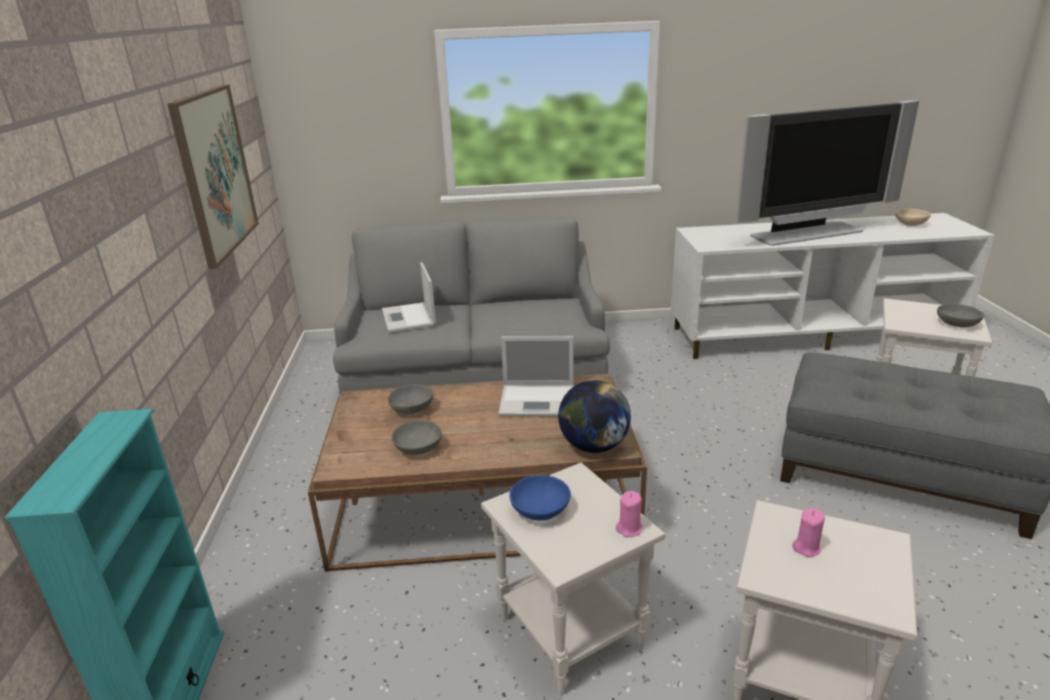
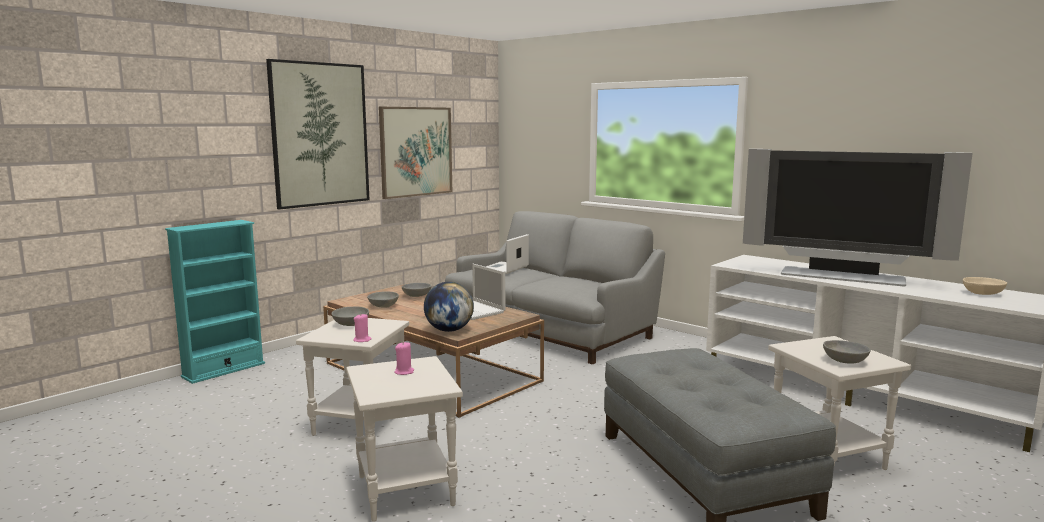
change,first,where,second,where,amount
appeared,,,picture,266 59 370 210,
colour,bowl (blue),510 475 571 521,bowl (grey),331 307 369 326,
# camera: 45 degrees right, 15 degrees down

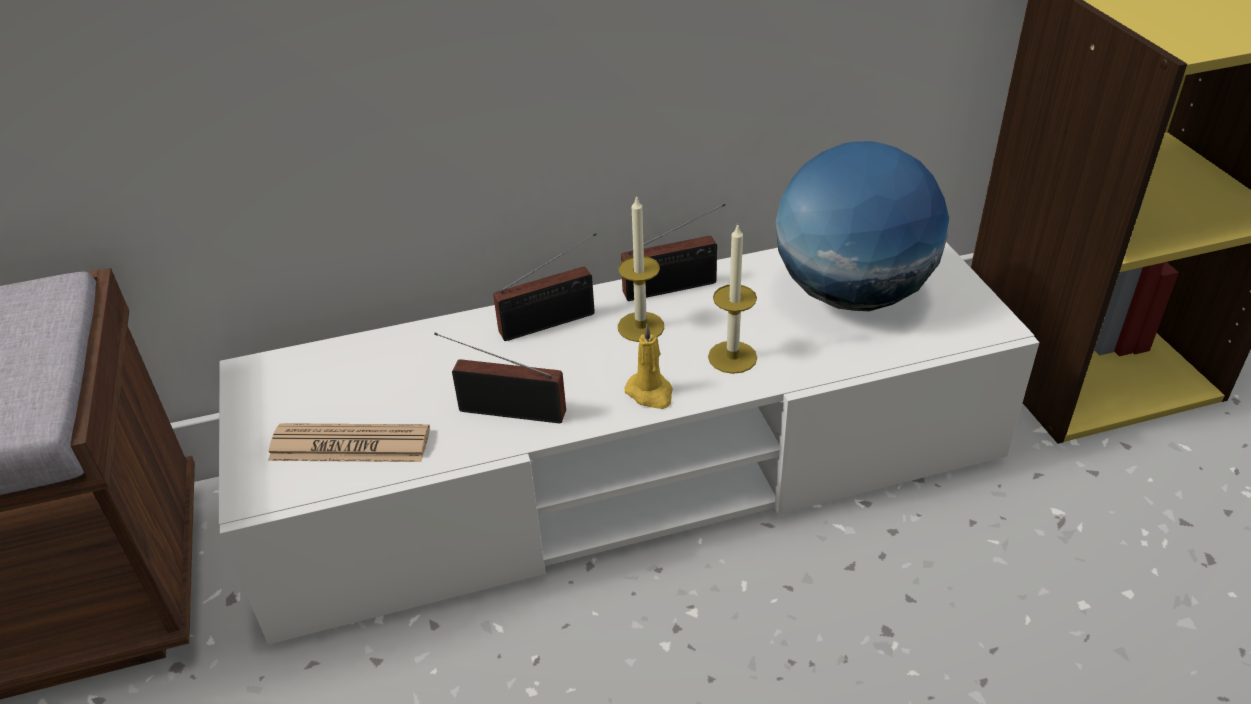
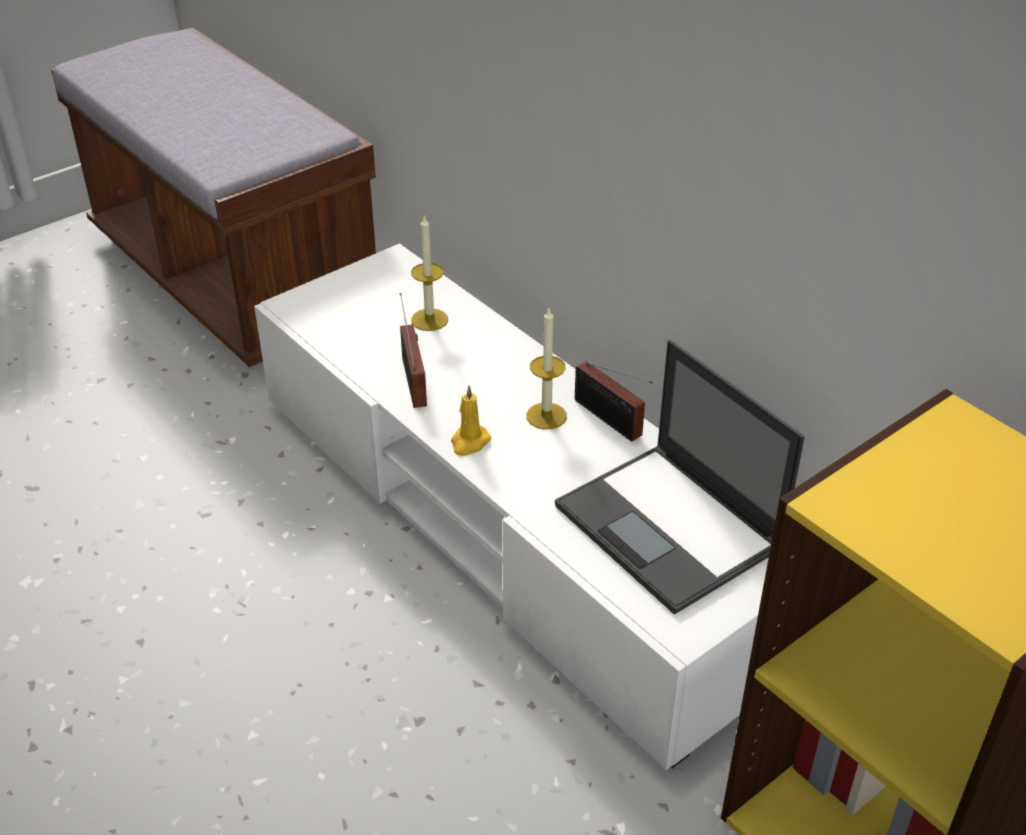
change,first,where,second,where,amount
relocated,candle,708 224 757 374,,411 215 448 331,
exchanged,globe,776 141 949 311,laptop,555 340 805 615,
missing,newspaper,268 423 430 462,,,
missing,radio,493 233 597 341,,,
# camera: 65 degrees right, 0 degrees up

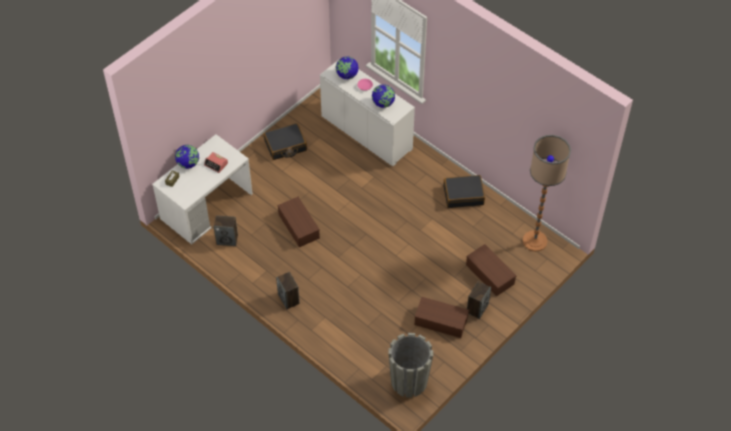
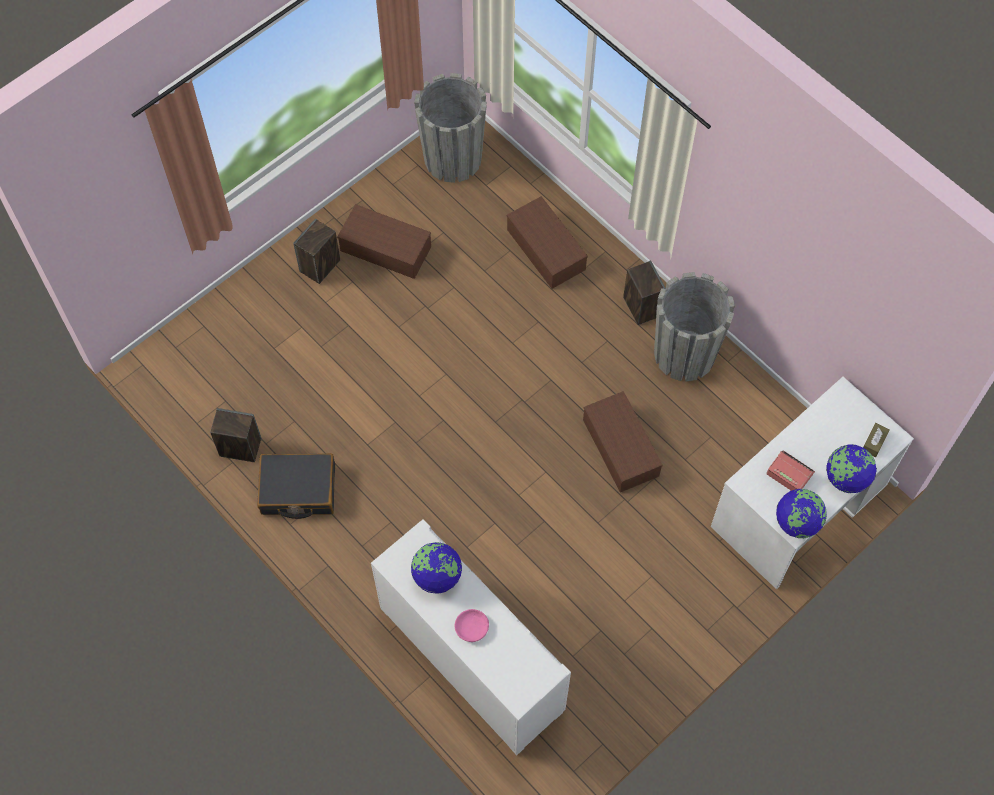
change,first,where,second,where,amount
relocated,speaker,214 215 238 246,,210 408 262 462,
relocated,storage box (brown),466 244 516 296,,507 196 588 289,
appeared,,,planter (grey),654 272 735 381,
relocated,globe,336 56 358 79,,776 489 827 538,
missing,suitcase (black),263 123 307 160,,,
missing,floor lamp,523 135 571 251,,,
# camera: 175 degrees left, 10 degrees up

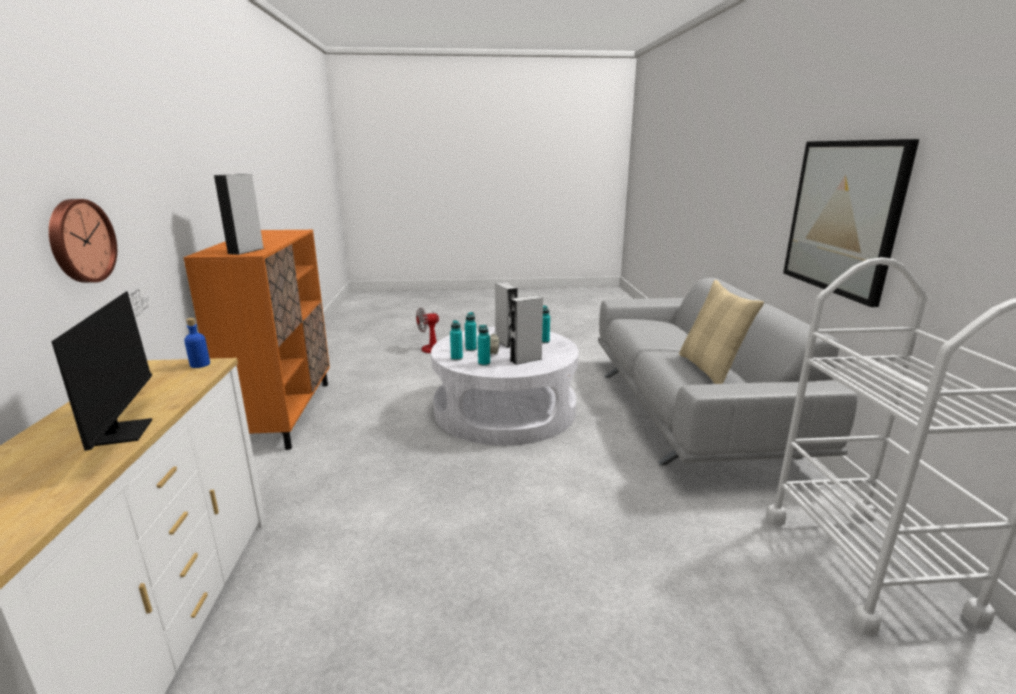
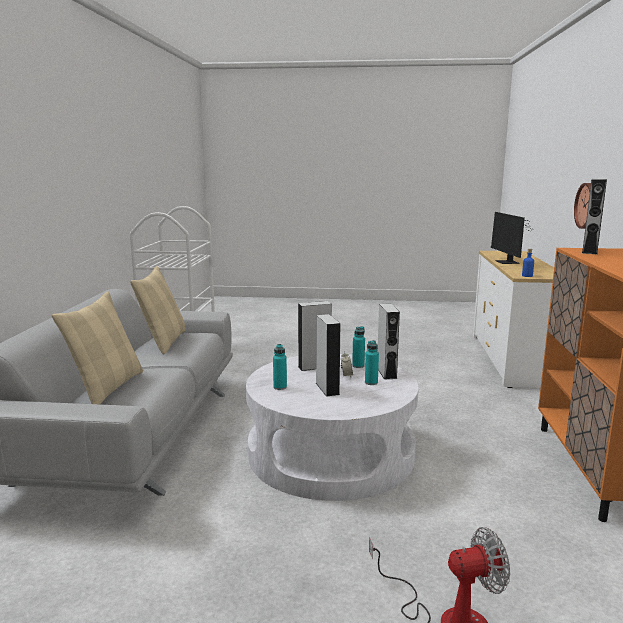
change,first,where,second,where,amount
appeared,,,pillow (beige),52 291 143 404,
exchanged,bottle (turquoise),450 320 463 361,speaker (grey),378 304 400 379,
missing,picture,783 139 919 307,,,
# camera: 170 degrees left, 5 degrees down

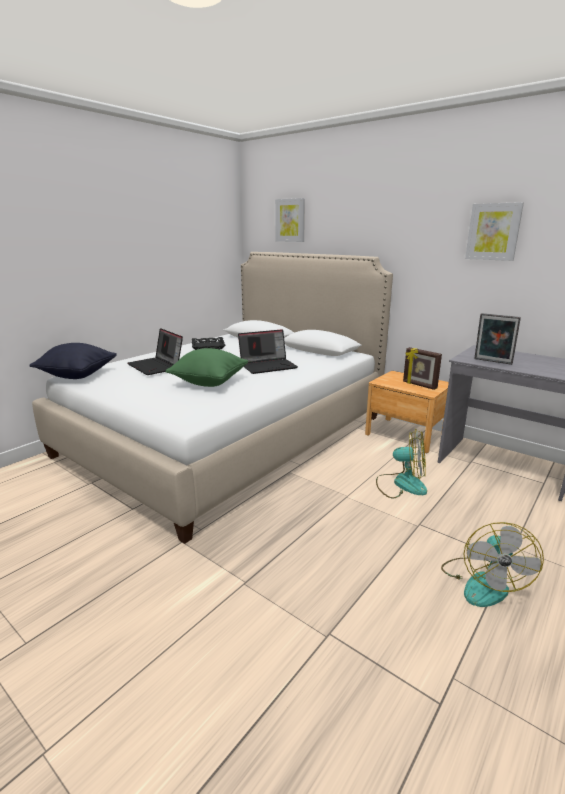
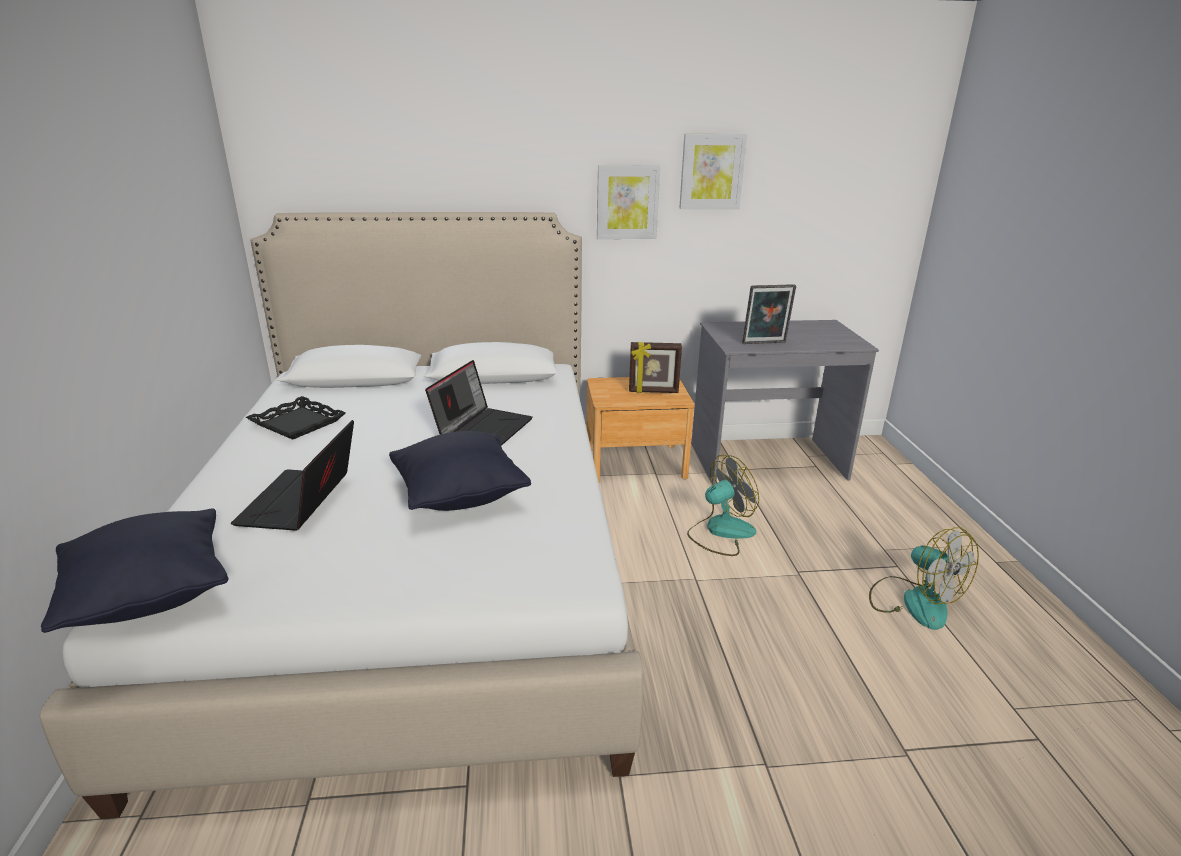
change,first,where,second,where,amount
spun,laptop,127 328 183 375,,231 420 354 531,90 degrees clockwise
colour,pillow (green),166 348 248 387,pillow (black),389 431 531 511,
relocated,picture,275 198 305 242,,597 165 660 239,
# camera: 45 degrees left, 5 degrees up

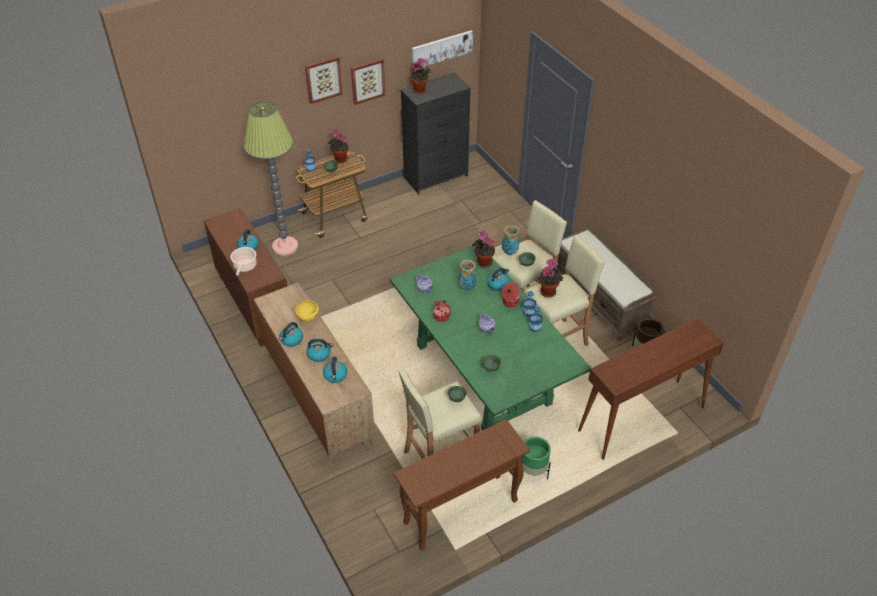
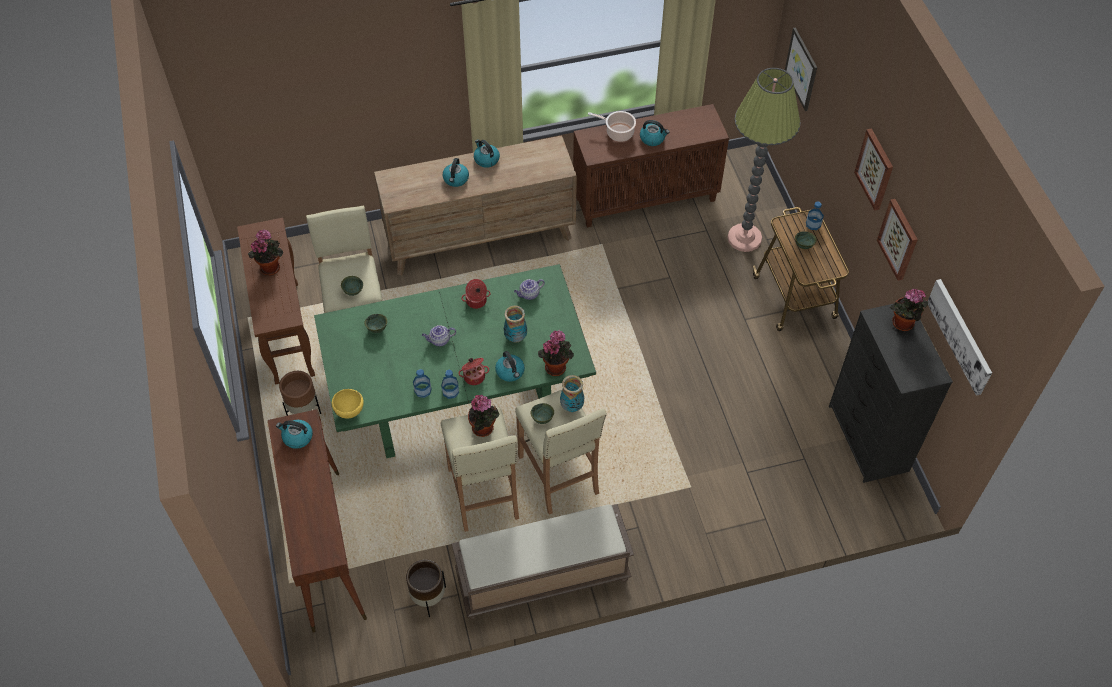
change,first,where,second,where,amount
relocated,potted plant,328 129 349 163,,248 229 283 276,
relocated,kettle,323 357 347 383,,276 420 313 449,
colour,planter (green),521 437 551 479,planter (brown),279 371 321 416,
relocated,bowl (yellow),295 300 319 322,,331 389 364 419,
appeared,,,picture,785 27 817 111,
# camera: 105 degrees right, 10 degrees up

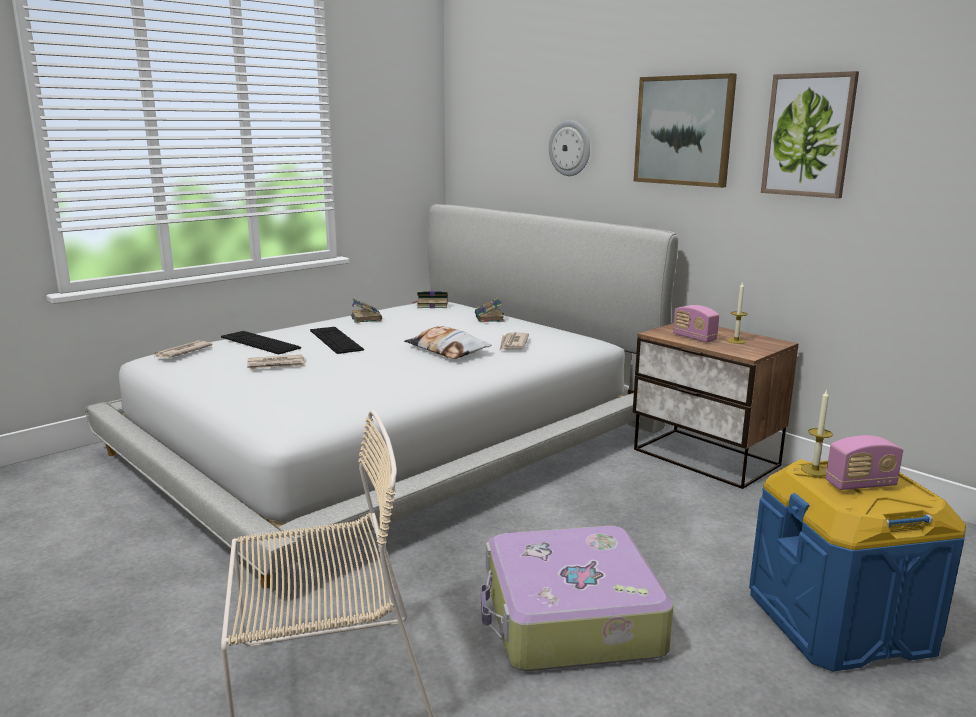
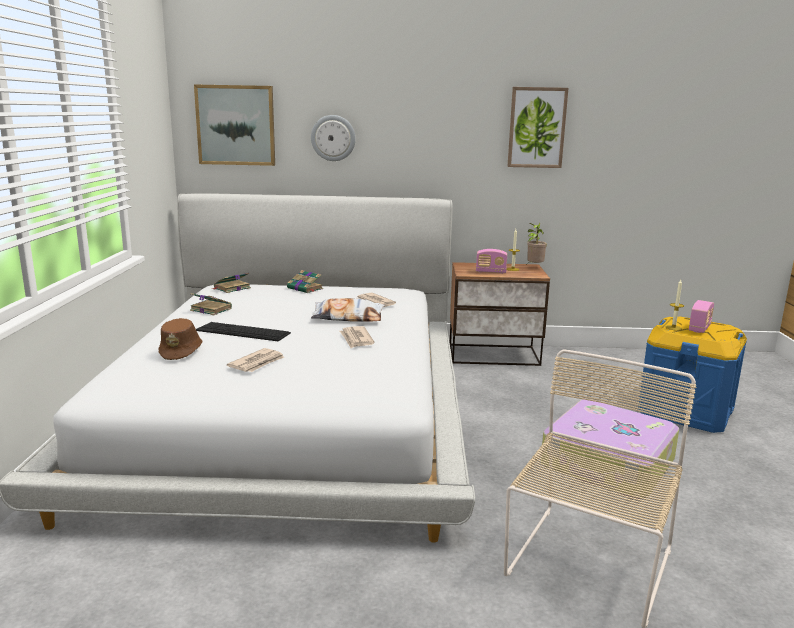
change,first,where,second,where,amount
exchanged,keyboard,221 331 301 355,hat (brown),159 318 203 360,
relocated,picture,634 73 737 188,,194 84 275 166,
relocated,newspaper,154 341 213 358,,340 326 375 348,
appeared,,,potted plant,527 223 547 264,
# camera: 45 degrees left, 0 degrees up

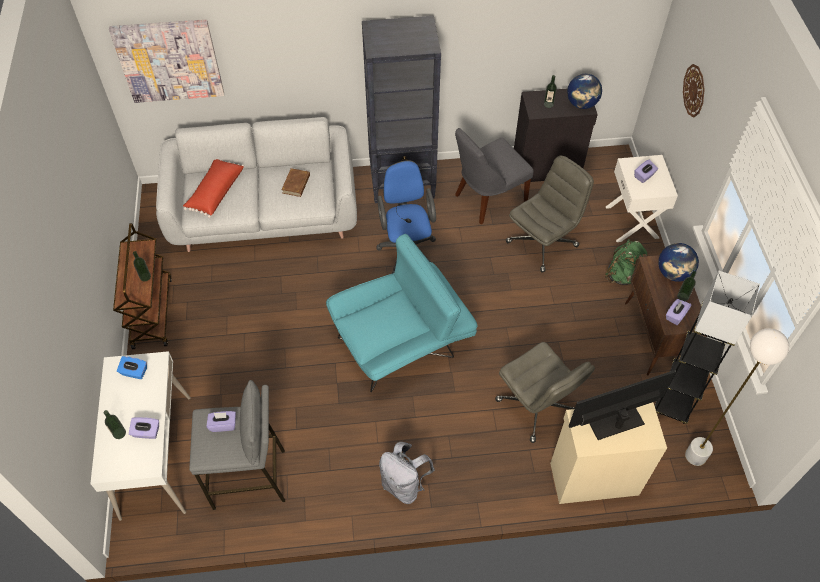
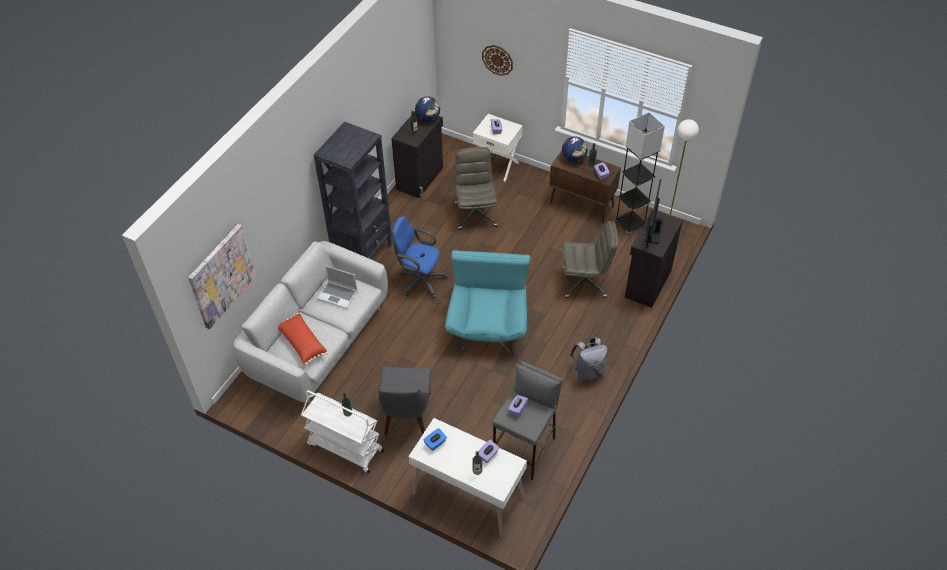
change,first,where,second,where,amount
colour,cart (brown),113 223 172 349,cart (white),301 390 384 473,
exchanged,book (brown),282 168 310 197,laptop,317 266 358 309,
relocated,chair (grey),455 128 534 224,,378 367 431 435,
colour,cabinet (beige),550 402 667 504,cabinet (black),625 210 683 308,
missing,backpack (green),605 239 647 285,,,
# camera: 55 degrees left, 5 degrees down

